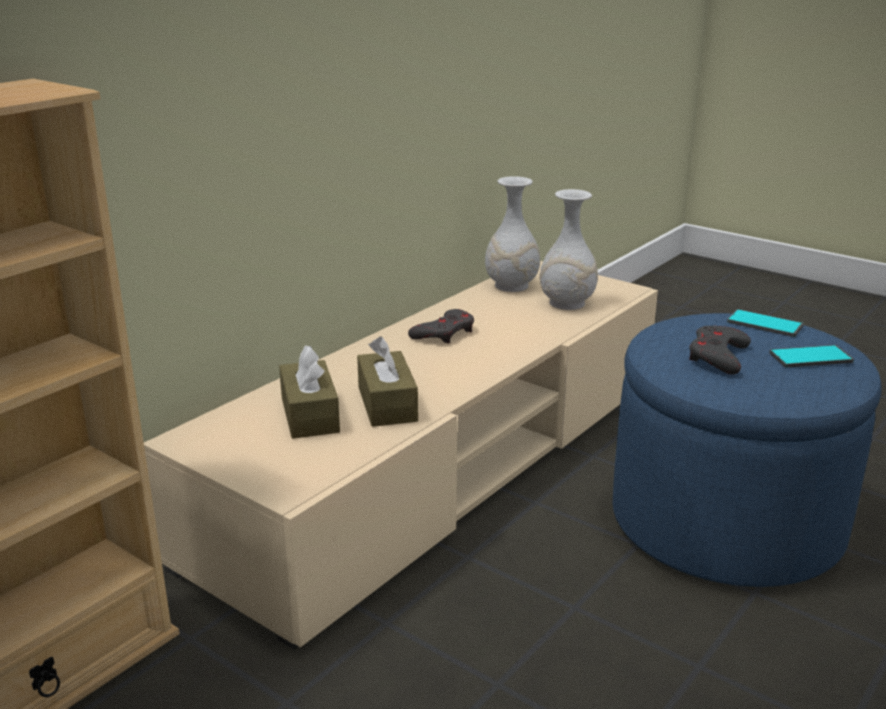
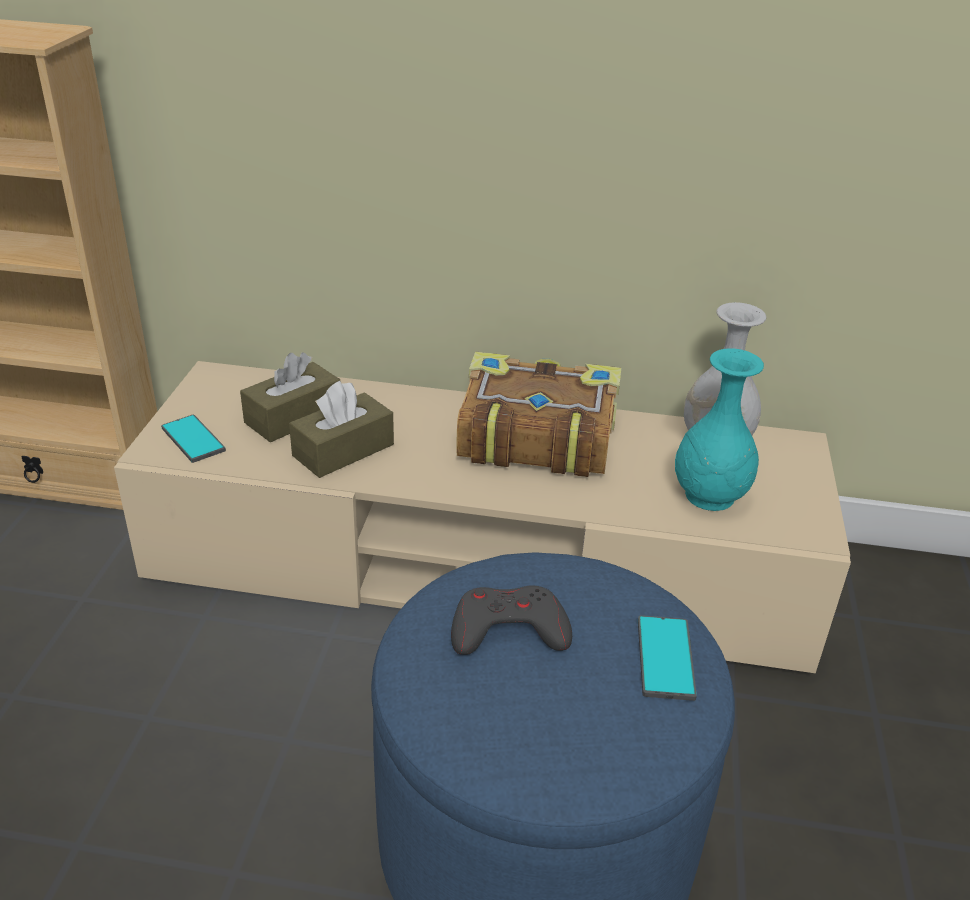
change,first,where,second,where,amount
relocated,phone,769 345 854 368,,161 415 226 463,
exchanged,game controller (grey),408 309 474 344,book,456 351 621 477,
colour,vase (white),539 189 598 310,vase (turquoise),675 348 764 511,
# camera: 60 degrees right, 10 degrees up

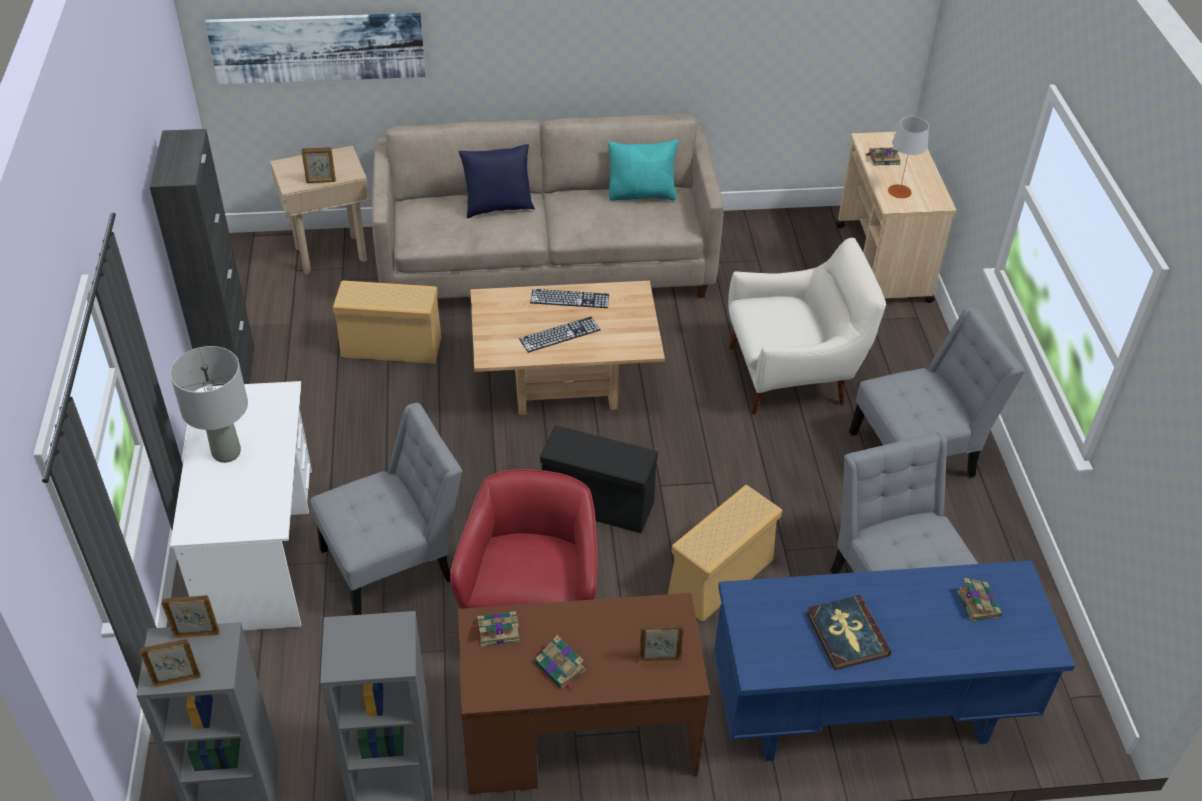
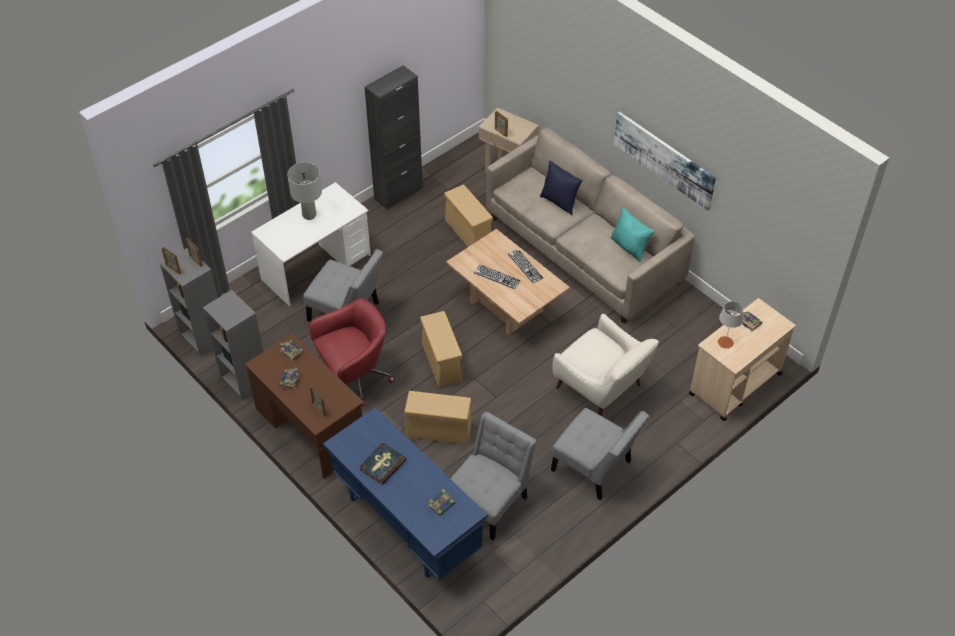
change,first,where,second,where,amount
colour,storage box (black),540 425 658 533,storage box (beige),420 311 462 387,
relocated,picture,205 13 426 84,,614 111 716 211,
# camera: 55 degrees right, 5 degrees up

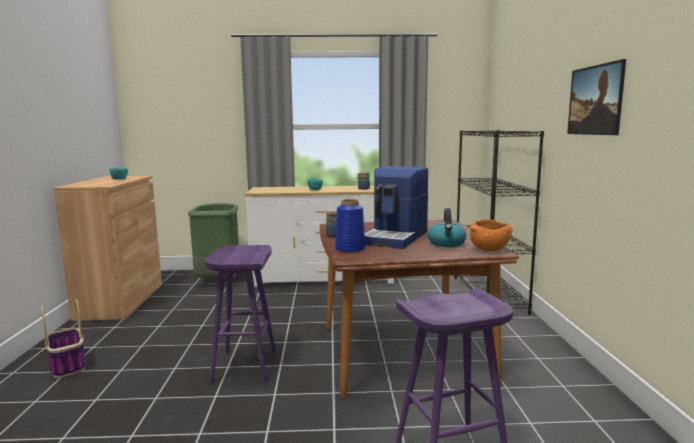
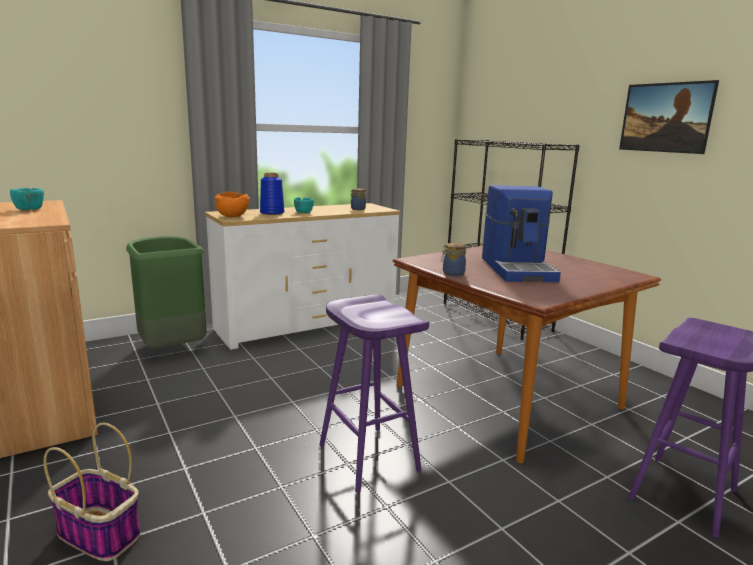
change,first,where,second,where,amount
relocated,bowl (orange),470 219 513 252,,215 192 250 217,
relocated,vase (blue),335 199 366 253,,260 173 285 215,
missing,kettle,428 208 466 247,,,
# camera: 30 degrees left, 5 degrees up

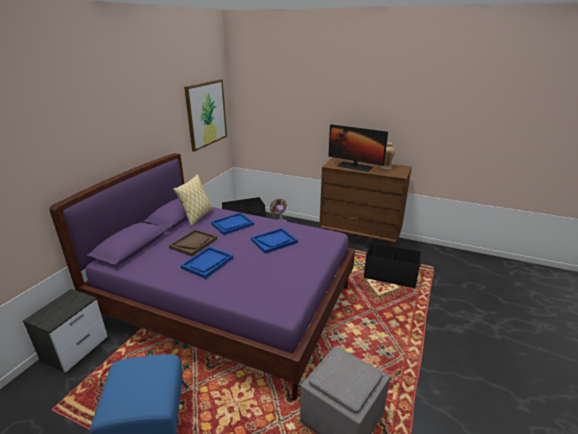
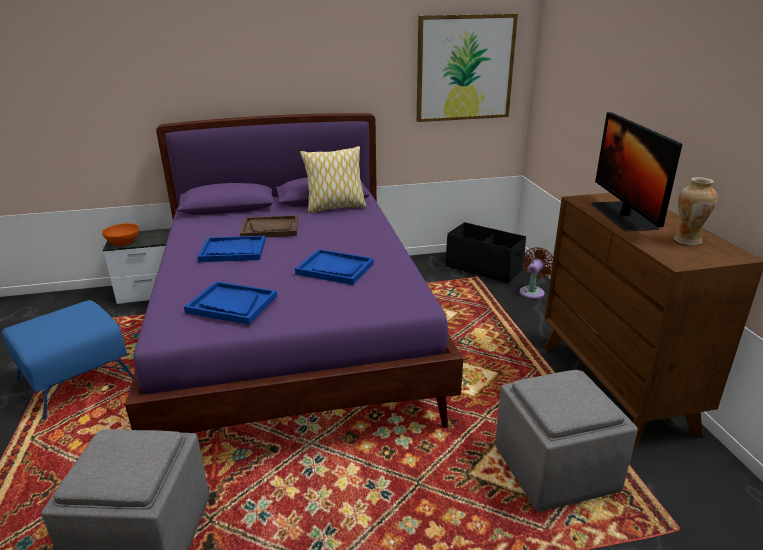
change,first,where,second,where,amount
appeared,,,bowl (orange),102 223 139 246,
relocated,tray (blue),211 213 254 235,,184 281 277 325,
exchanged,storage box (black),364 243 421 288,ottoman (grey),495 370 638 512,
# camera: 55 degrees right, 0 degrees up

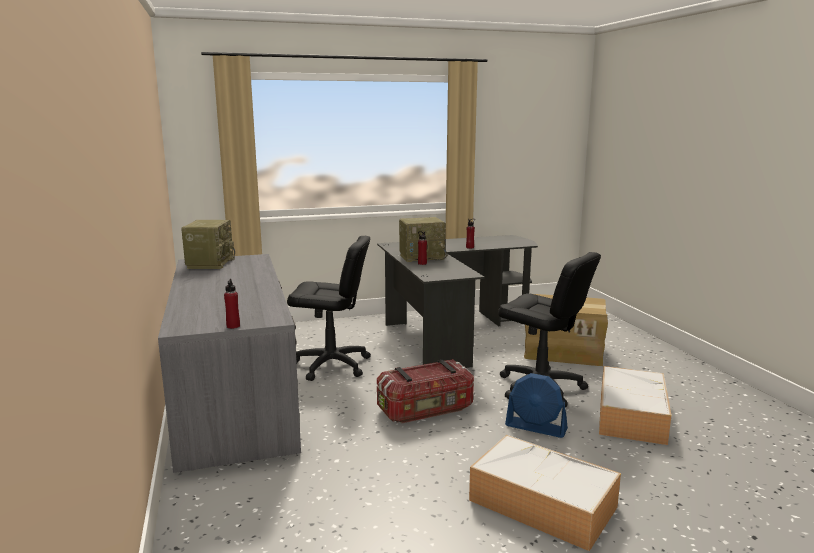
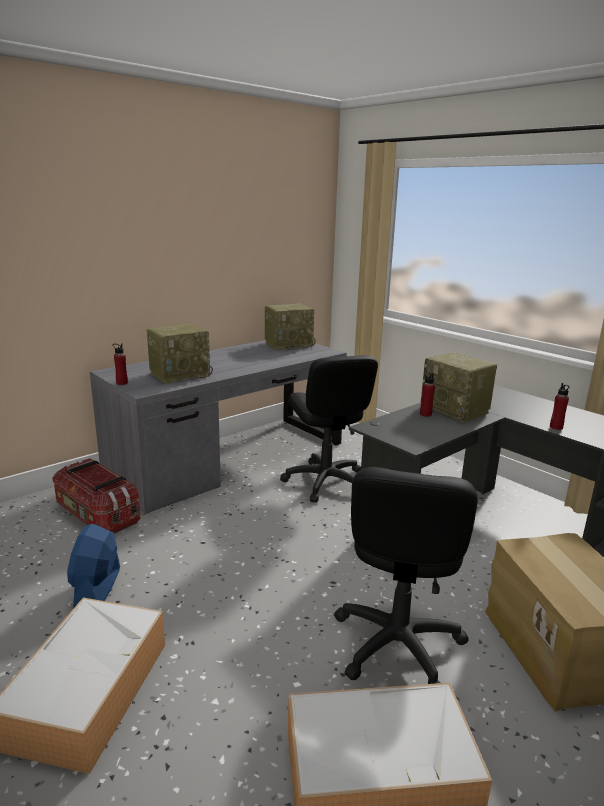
change,first,where,second,where,amount
relocated,storage box,377 359 474 423,,52 458 141 533,
relocated,fan (blue),505 373 568 438,,67 524 120 609,
appeared,,,radio,147 324 213 384,
# camera: 65 degrees right, 5 degrees up

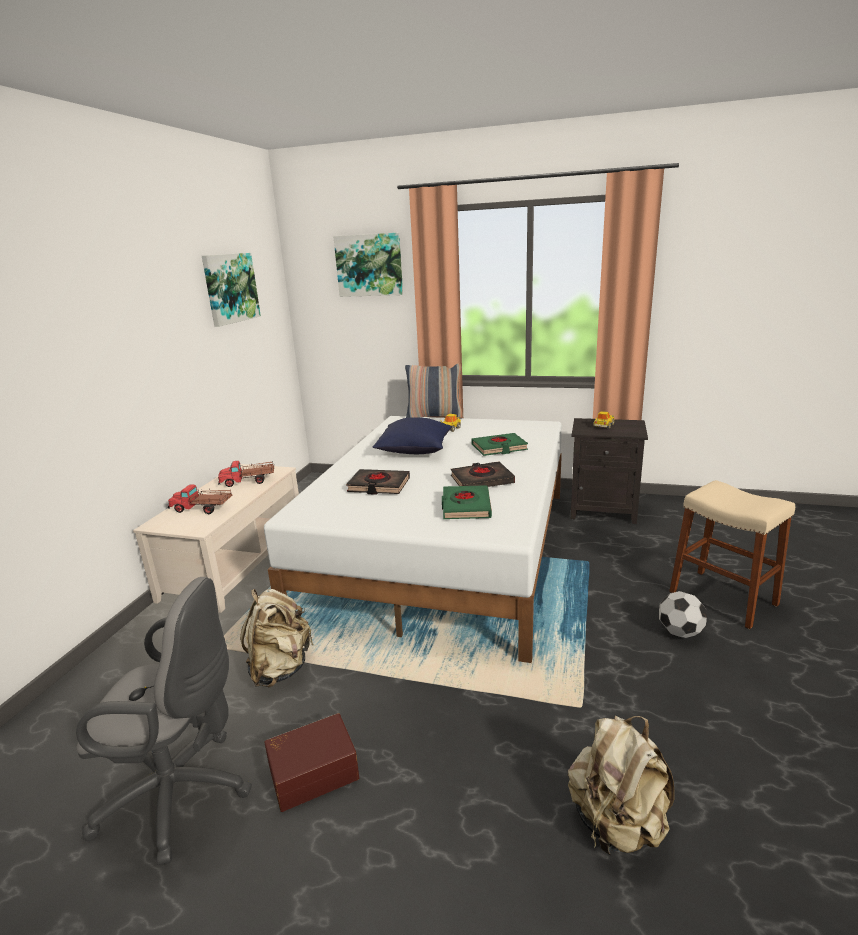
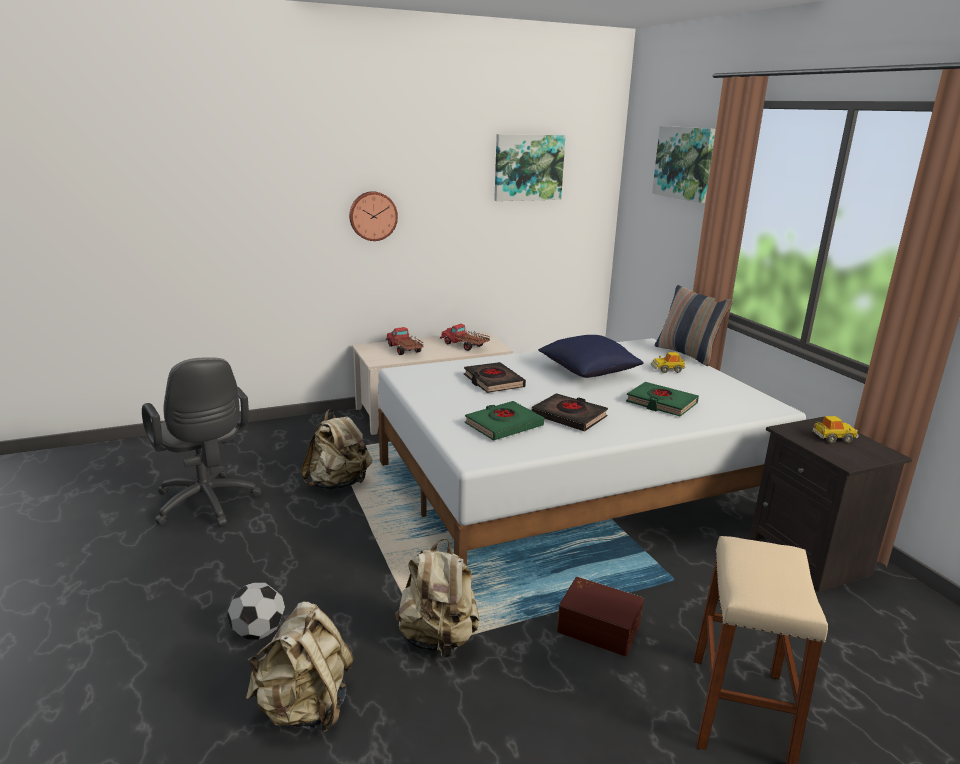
change,first,where,second,where,amount
relocated,football,659 591 707 638,,227 582 285 640,
appeared,,,wall clock,349 191 398 241,
appeared,,,backpack (beige),395 538 480 657,
relocated,storage box (brown),264 713 359 812,,557 577 644 656,
# camera: 50 degrees right, 0 degrees up

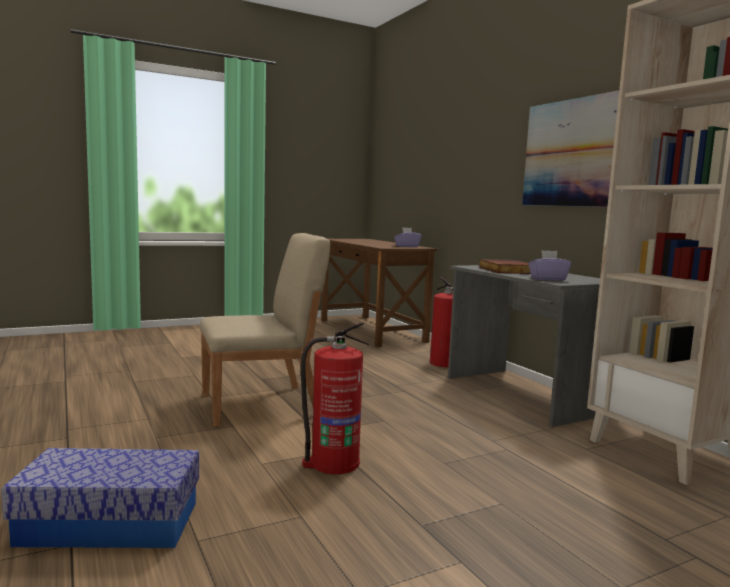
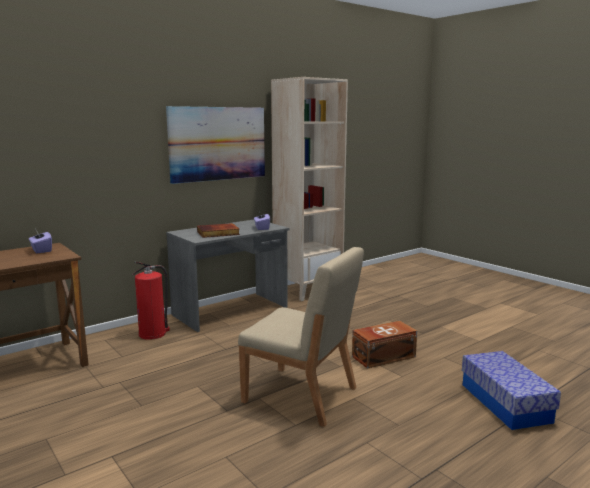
change,first,where,second,where,amount
spun,chair (beige),200 233 331 427,,238 247 364 427,150 degrees clockwise
exchanged,fire extinguisher,301 322 369 474,storage box (brown),352 321 417 369,
# camera: 100 degrees left, 5 degrees up

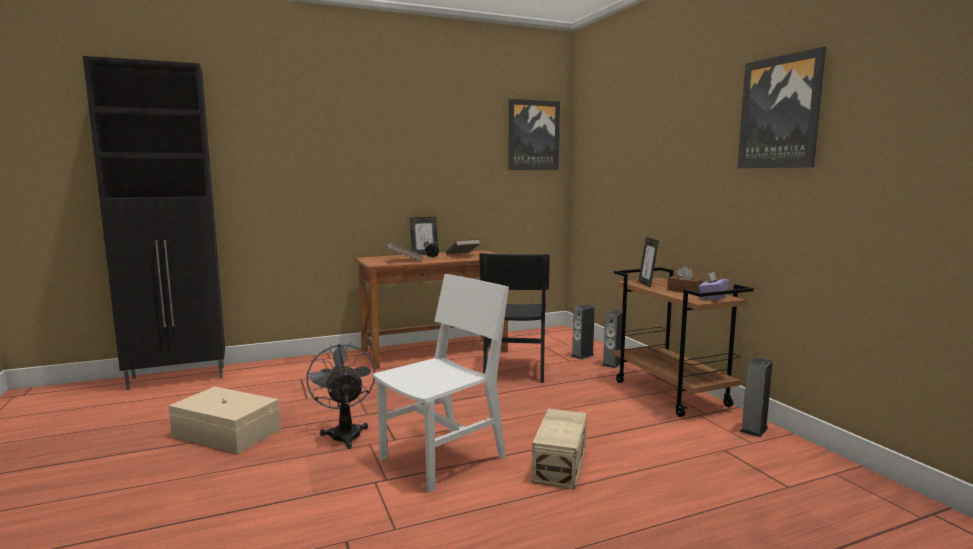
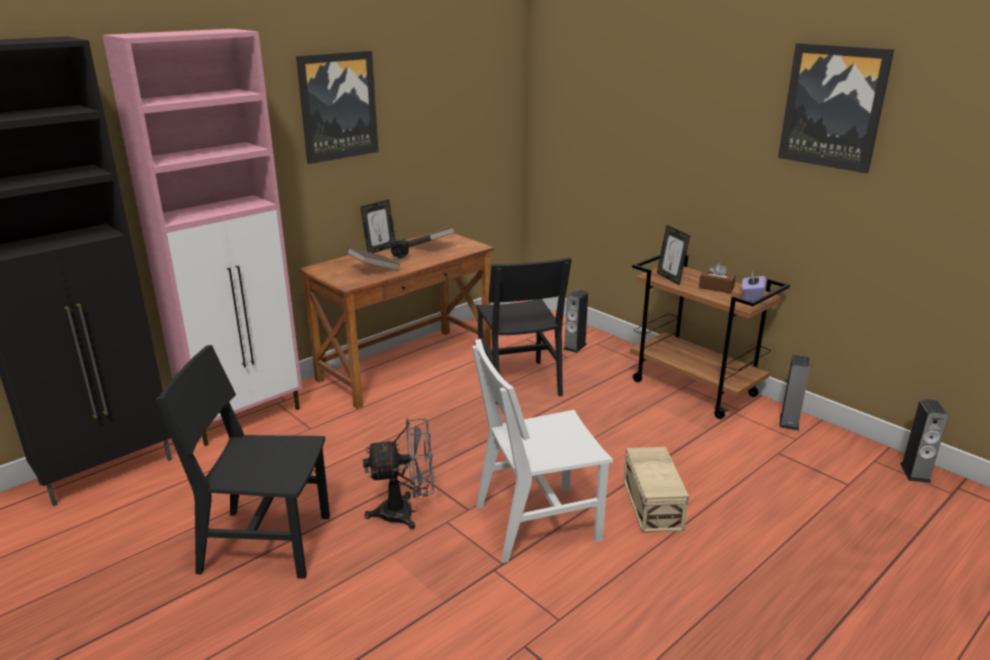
change,first,where,second,where,amount
appeared,,,cabinet (pink),102 29 302 446,
exchanged,storage box (beige),169 387 280 454,chair (black),155 345 330 579,
relocated,picture,508 99 560 170,,296 51 379 164,
spun,fan (grey),306 342 375 449,,363 418 434 530,120 degrees clockwise
spun,chair (white),373 274 509 492,,472 339 613 563,135 degrees counterclockwise
relocated,speaker,602 310 622 368,,900 399 948 483,
# camera: 20 degrees left, 15 degrees up

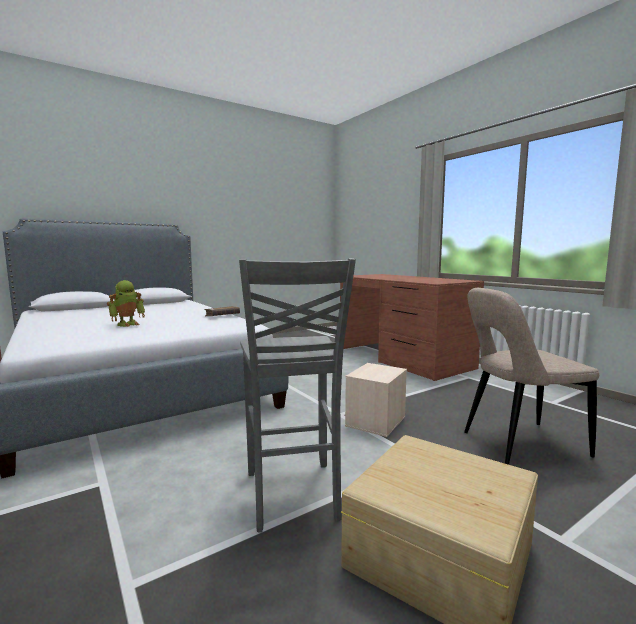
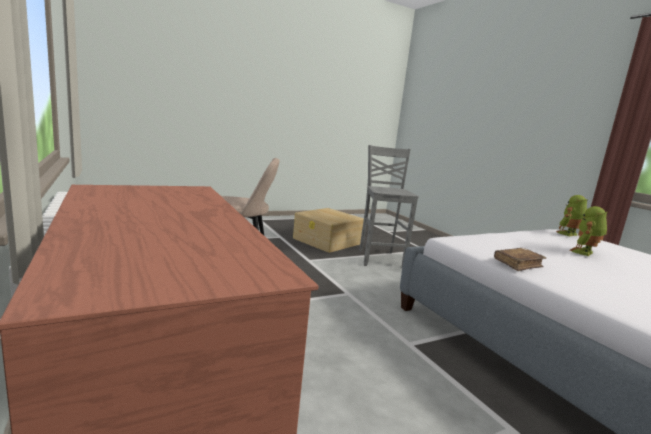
change,first,where,second,where,amount
appeared,,,toy robot,556 195 588 236,
missing,storage box (beige),345 363 407 437,,,
# camera: 175 degrees left, 5 degrees up

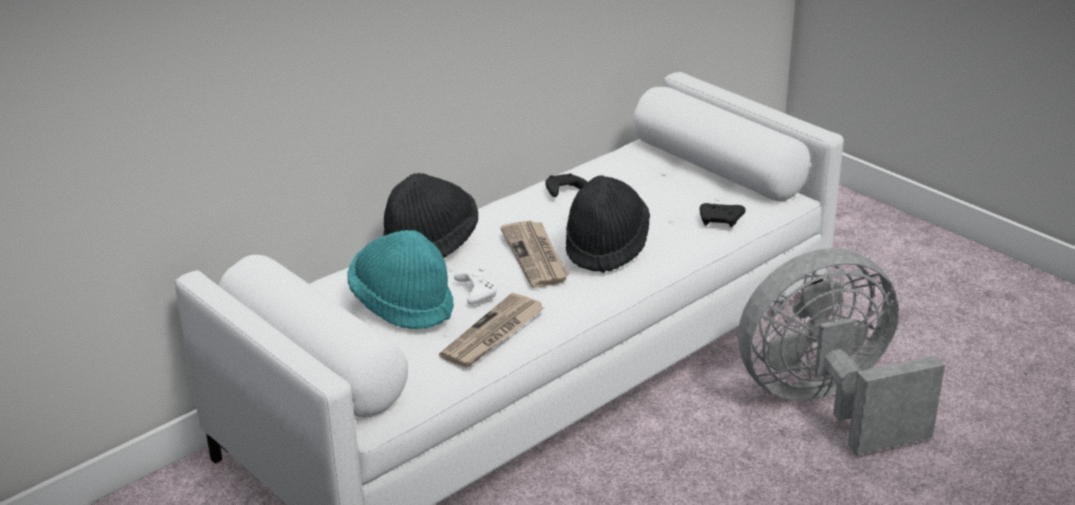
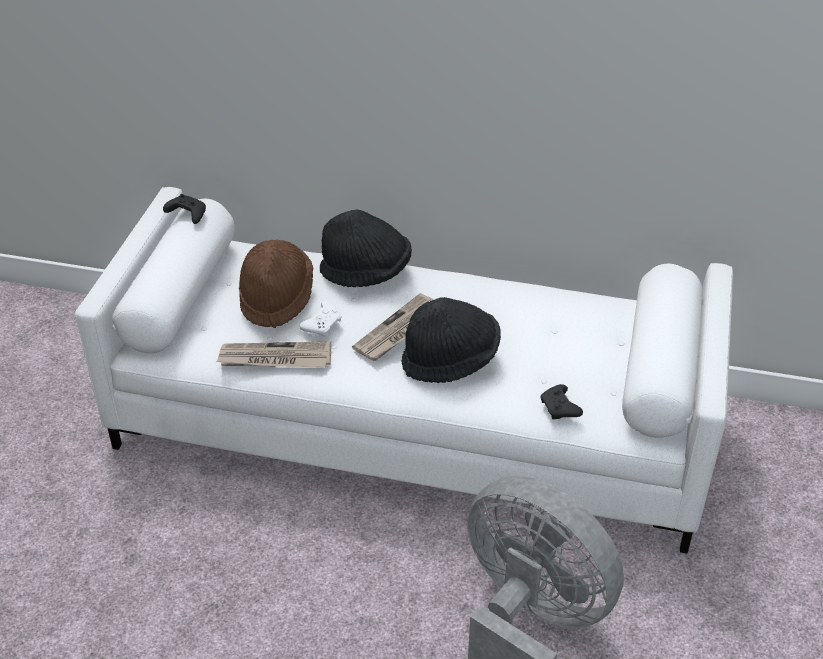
change,first,where,second,where,amount
relocated,game controller (black),545 173 588 197,,163 194 206 224,
colour,hat (turquoise),347 230 454 329,hat (brown),239 239 313 328,
# camera: 55 degrees right, 10 degrees up

